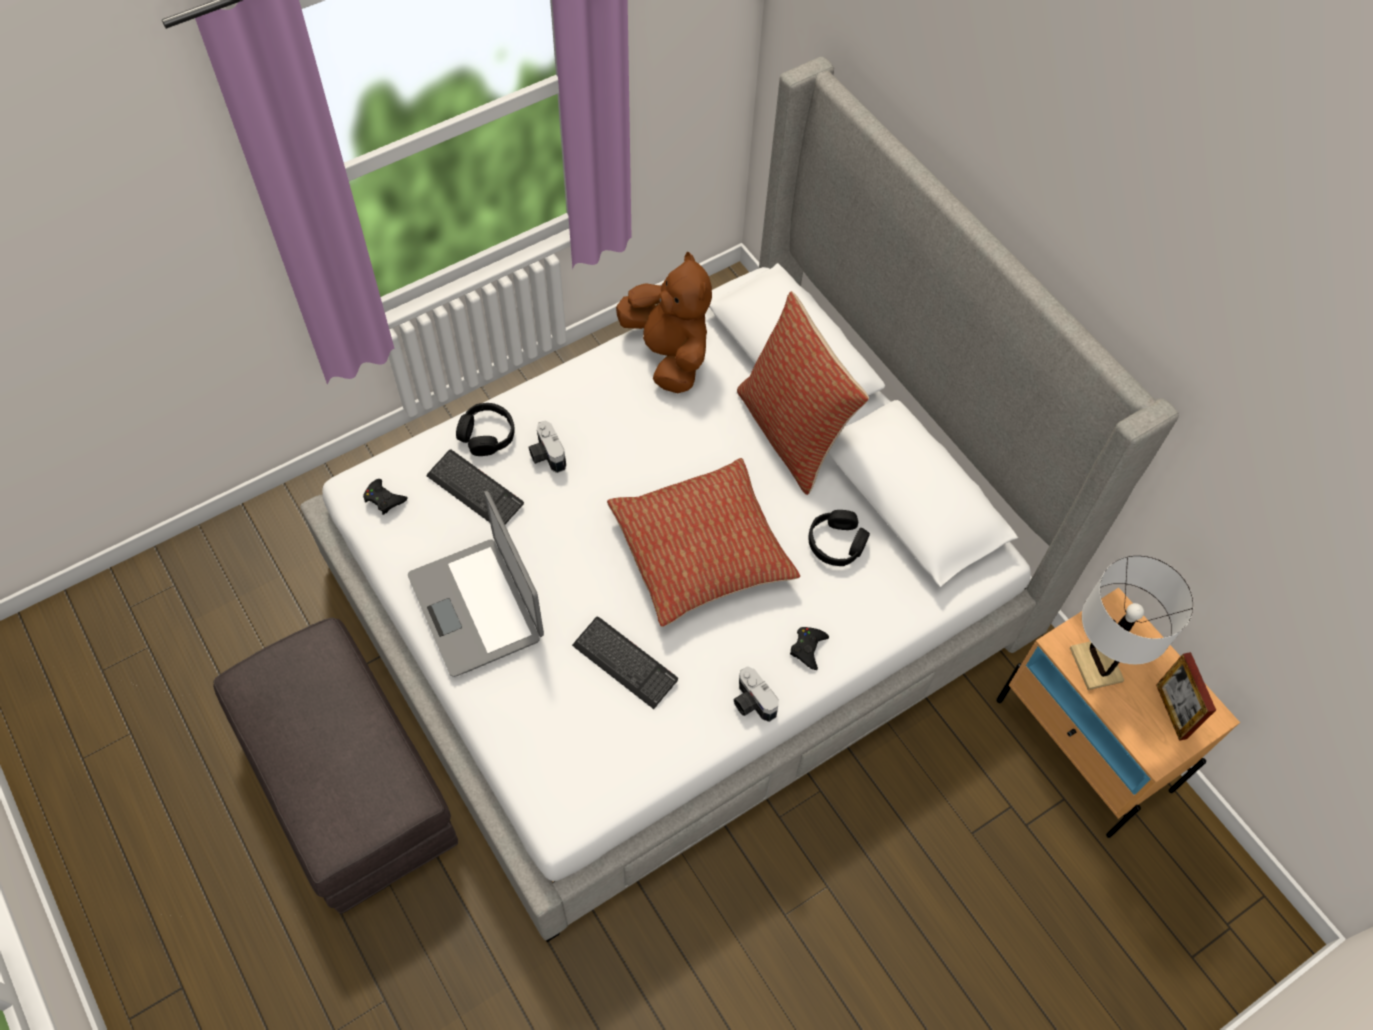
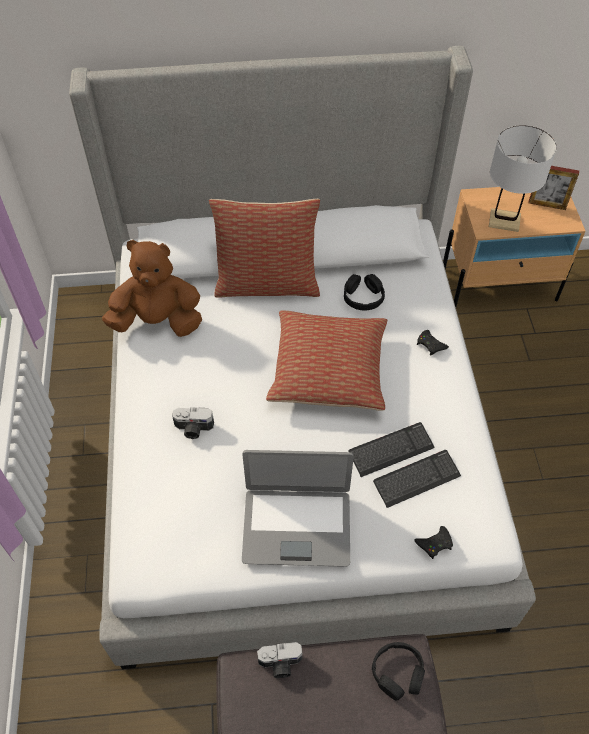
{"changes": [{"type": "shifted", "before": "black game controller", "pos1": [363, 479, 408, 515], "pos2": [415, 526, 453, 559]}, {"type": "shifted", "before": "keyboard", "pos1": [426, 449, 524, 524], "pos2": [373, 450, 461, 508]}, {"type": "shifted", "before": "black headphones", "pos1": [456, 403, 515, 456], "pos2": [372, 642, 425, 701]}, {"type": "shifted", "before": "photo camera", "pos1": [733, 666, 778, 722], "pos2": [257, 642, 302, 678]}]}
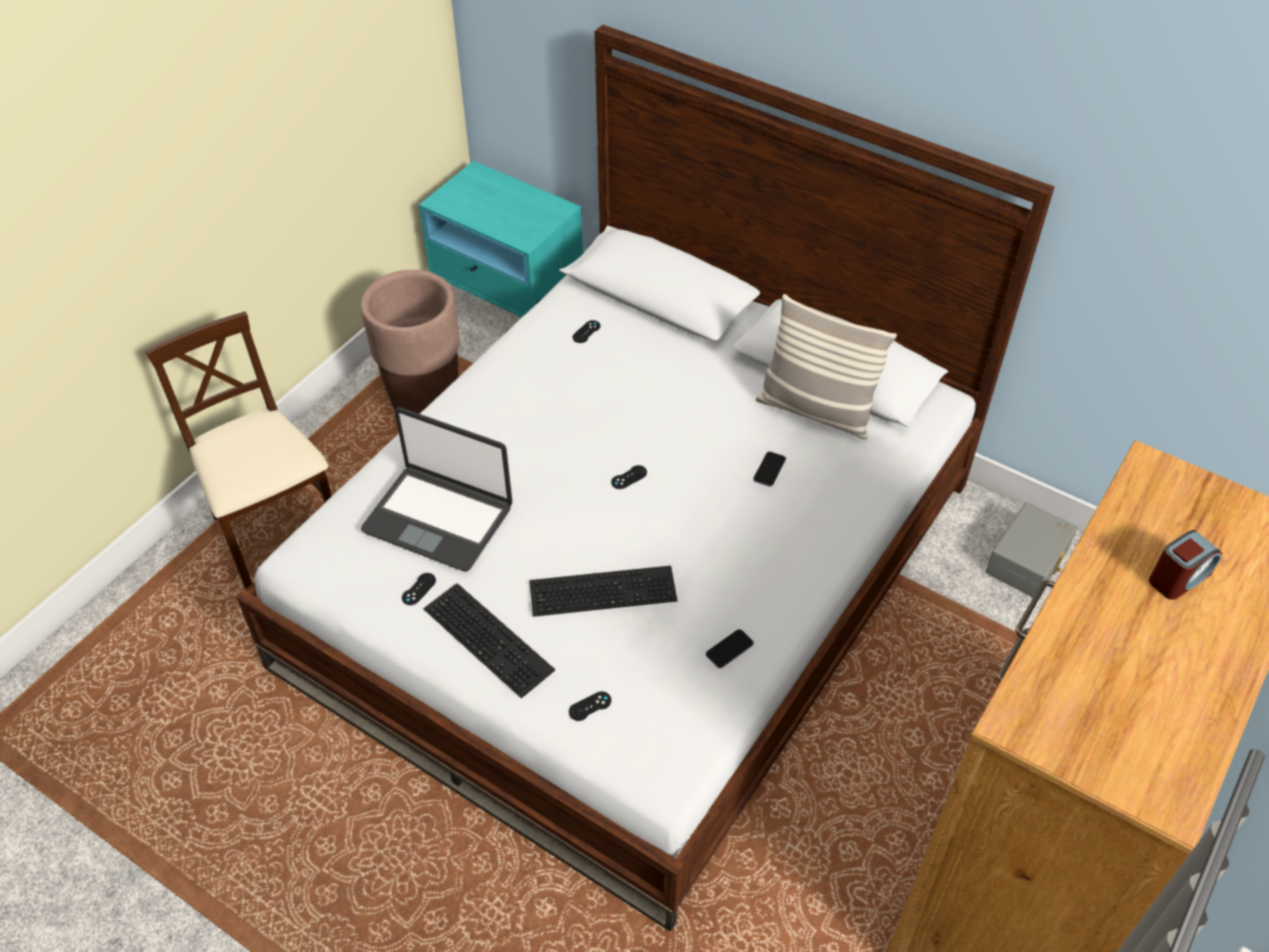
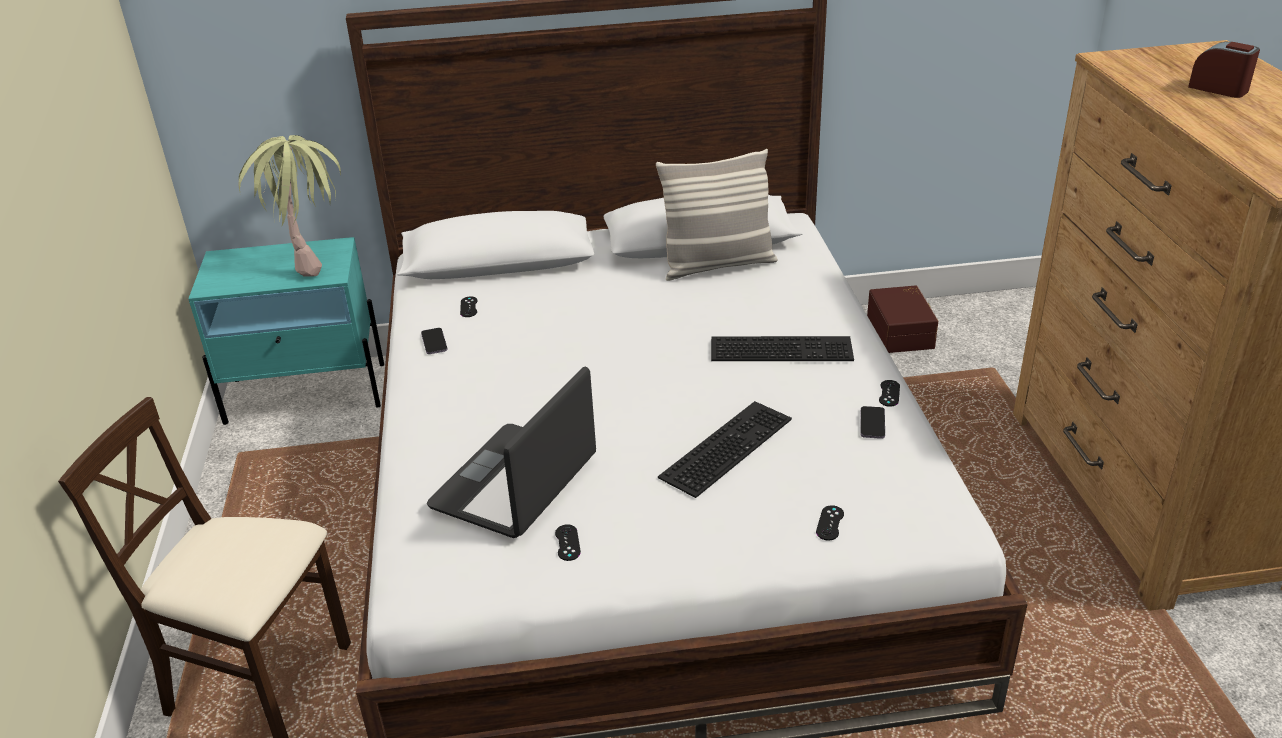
{"changes": [{"type": "gone", "before": "brown planter", "pos1": [361, 270, 460, 414]}, {"type": "rotated", "before": "laptop", "pos1": [361, 408, 512, 571], "pos2": [427, 366, 596, 538], "turn": 135}, {"type": "shifted", "before": "keyboard", "pos1": [424, 583, 555, 698], "pos2": [711, 336, 854, 361]}, {"type": "shifted", "before": "black game controller", "pos1": [611, 465, 647, 489], "pos2": [879, 380, 900, 407]}, {"type": "shifted", "before": "phone", "pos1": [753, 451, 786, 487], "pos2": [421, 328, 448, 354]}, {"type": "repainted", "before": "grey storage box", "after": "brown storage box", "pos1": [986, 502, 1077, 597], "pos2": [867, 286, 938, 353]}, {"type": "rotated", "before": "alarm clock", "pos1": [1149, 530, 1222, 600], "pos2": [1188, 42, 1260, 98], "turn": -60}, {"type": "new", "after": "potted plant", "pos2": [239, 135, 341, 277]}]}
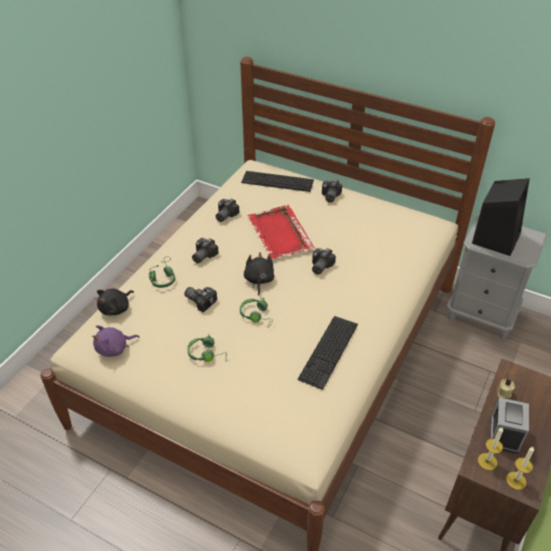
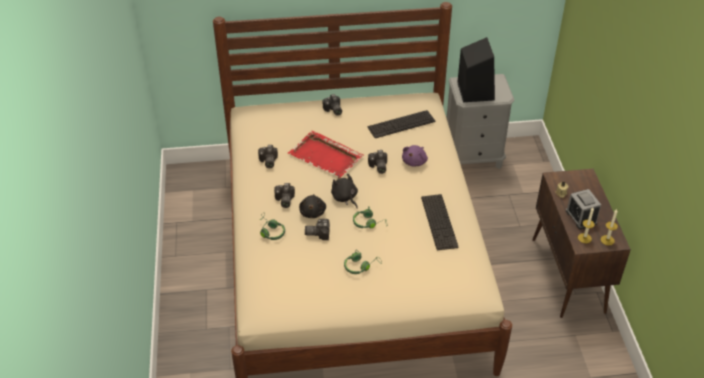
{"changes": [{"type": "shifted", "before": "purple plush toy", "pos1": [92, 325, 139, 357], "pos2": [402, 145, 428, 167]}, {"type": "shifted", "before": "black plush toy", "pos1": [97, 288, 134, 315], "pos2": [299, 194, 326, 218]}, {"type": "shifted", "before": "keyboard", "pos1": [241, 171, 314, 192], "pos2": [367, 110, 435, 138]}]}
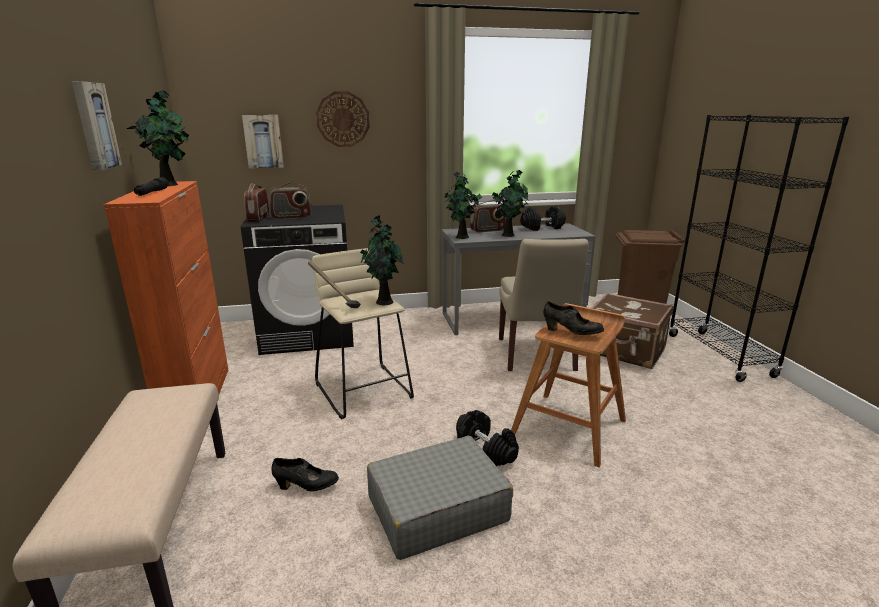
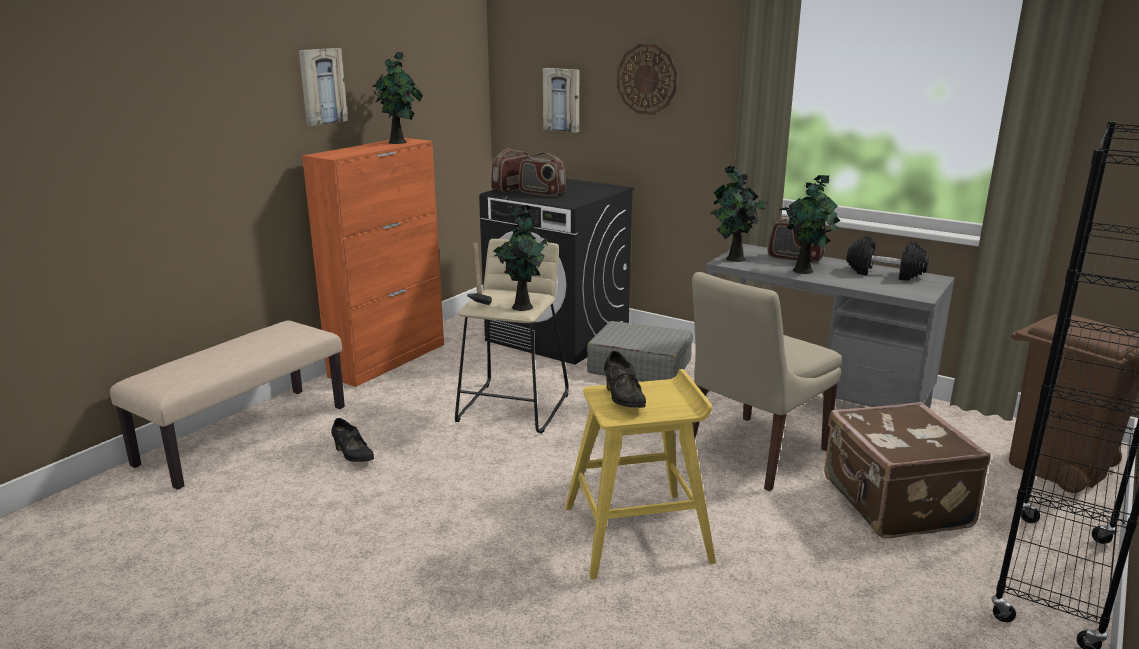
{"changes": [{"type": "gone", "before": "black flashlight", "pos1": [134, 177, 168, 196]}, {"type": "shifted", "before": "grey suitcase", "pos1": [367, 436, 513, 560], "pos2": [587, 321, 693, 382]}, {"type": "gone", "before": "black dumbbell", "pos1": [456, 410, 519, 466]}, {"type": "repainted", "before": "brown stool", "after": "yellow stool", "pos1": [511, 303, 626, 467], "pos2": [565, 369, 716, 580]}]}
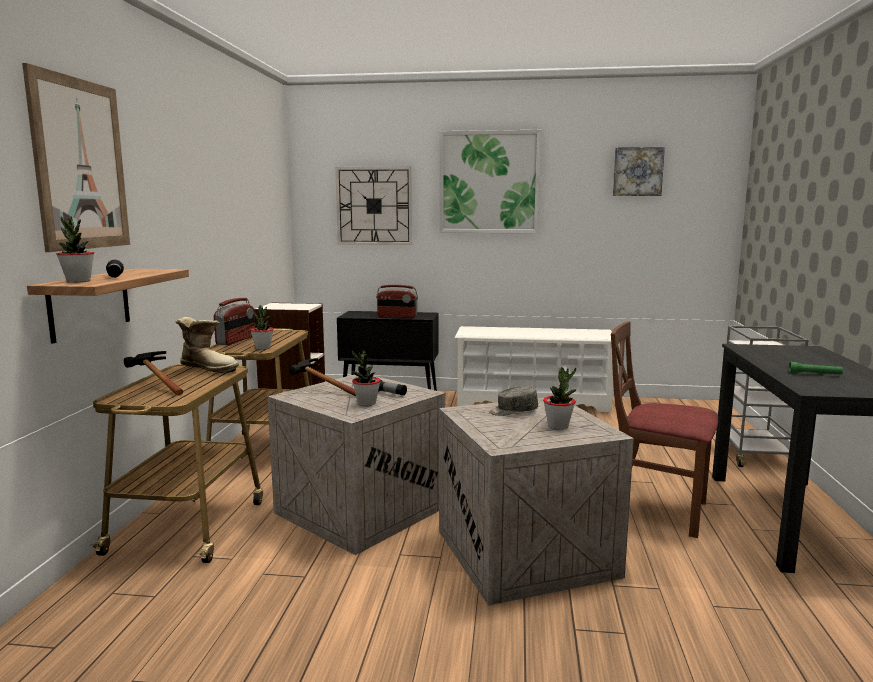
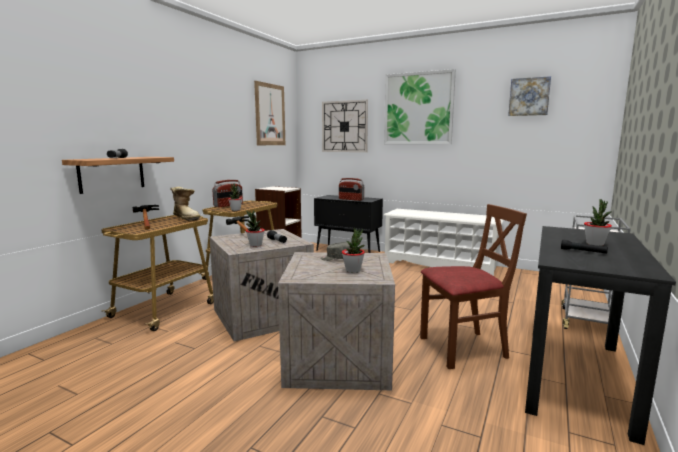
{"changes": [{"type": "shifted", "before": "picture", "pos1": [22, 63, 130, 252], "pos2": [254, 81, 285, 145]}, {"type": "shifted", "before": "potted plant", "pos1": [57, 216, 94, 283], "pos2": [584, 199, 612, 246]}, {"type": "rotated", "before": "brown chair", "pos1": [611, 321, 718, 538], "pos2": [420, 204, 527, 369], "turn": 120}, {"type": "repainted", "before": "green flashlight", "after": "black flashlight", "pos1": [789, 362, 843, 375], "pos2": [561, 240, 608, 254]}]}
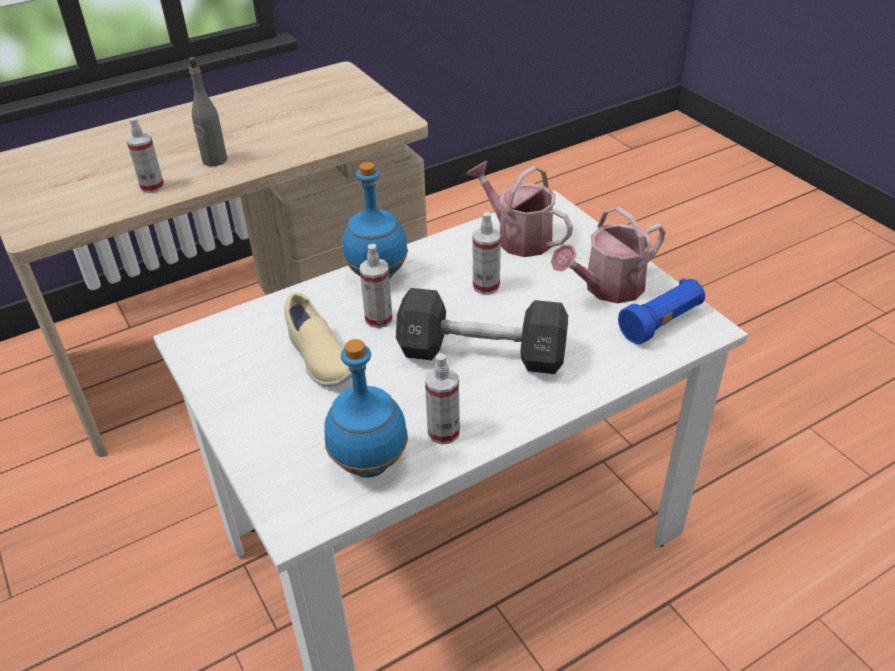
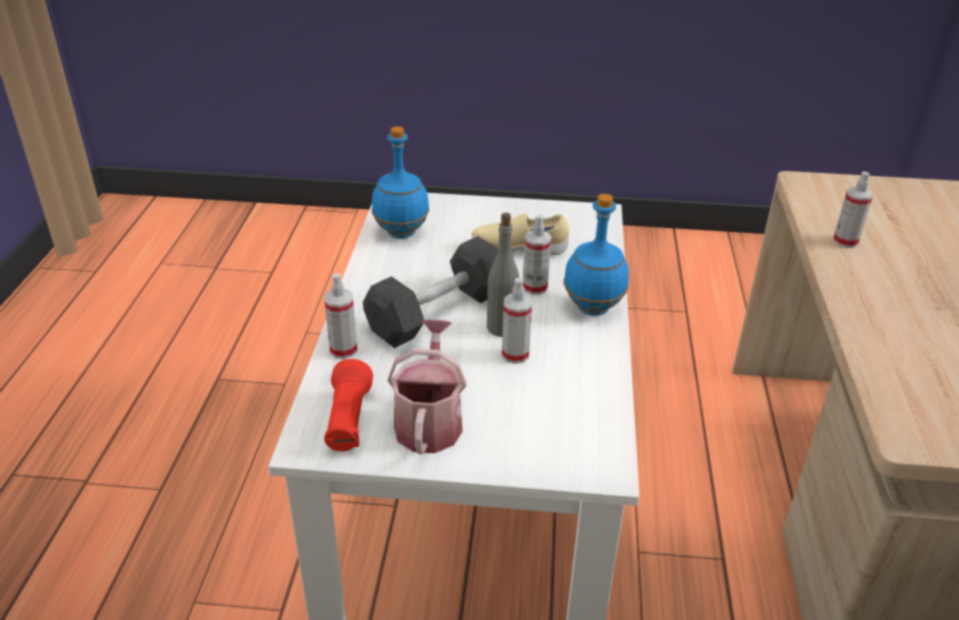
{"changes": [{"type": "shifted", "before": "grey bottle", "pos1": [188, 57, 227, 166], "pos2": [487, 213, 519, 337]}, {"type": "shifted", "before": "spray bottle", "pos1": [425, 353, 460, 445], "pos2": [324, 273, 357, 359]}, {"type": "gone", "before": "watering can", "pos1": [466, 161, 573, 257]}, {"type": "repainted", "before": "blue flashlight", "after": "red flashlight", "pos1": [618, 278, 705, 344], "pos2": [324, 359, 373, 452]}]}
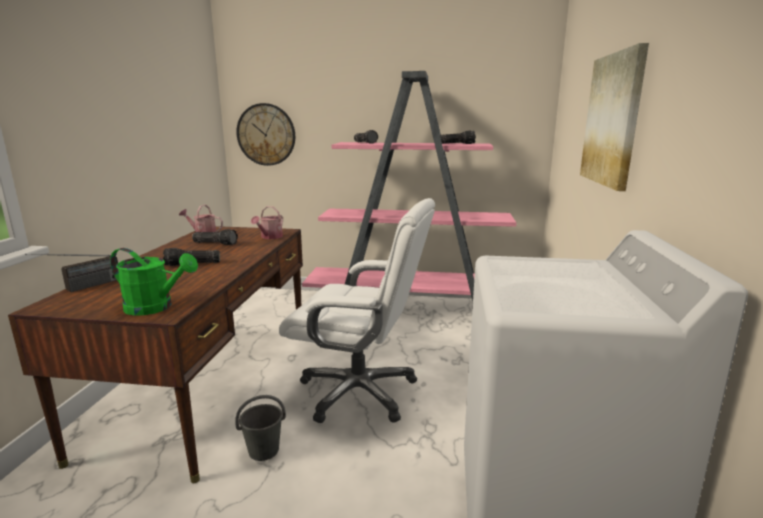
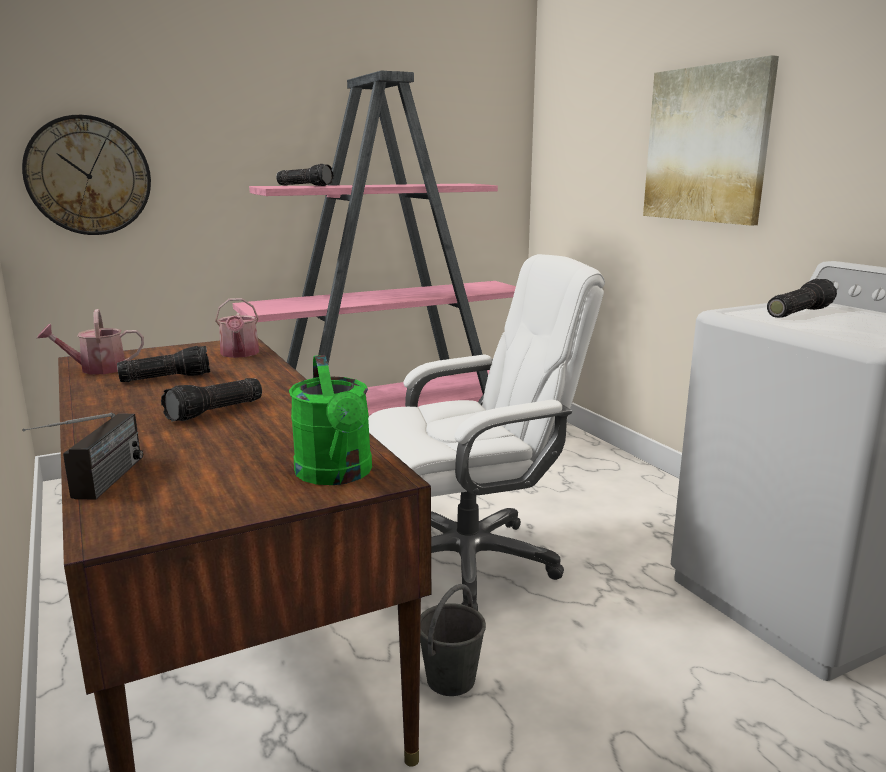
{"changes": [{"type": "rotated", "before": "green watering can", "pos1": [110, 248, 198, 316], "pos2": [289, 355, 372, 485], "turn": 90}, {"type": "shifted", "before": "flashlight", "pos1": [440, 130, 476, 144], "pos2": [767, 279, 837, 318]}]}
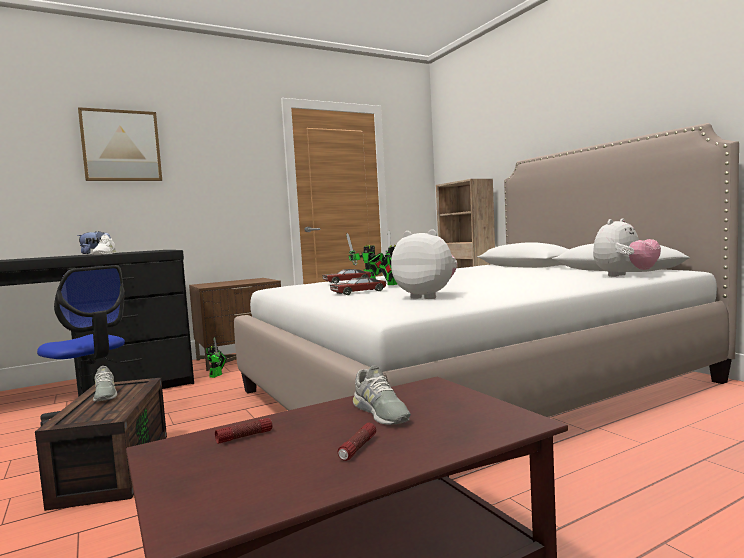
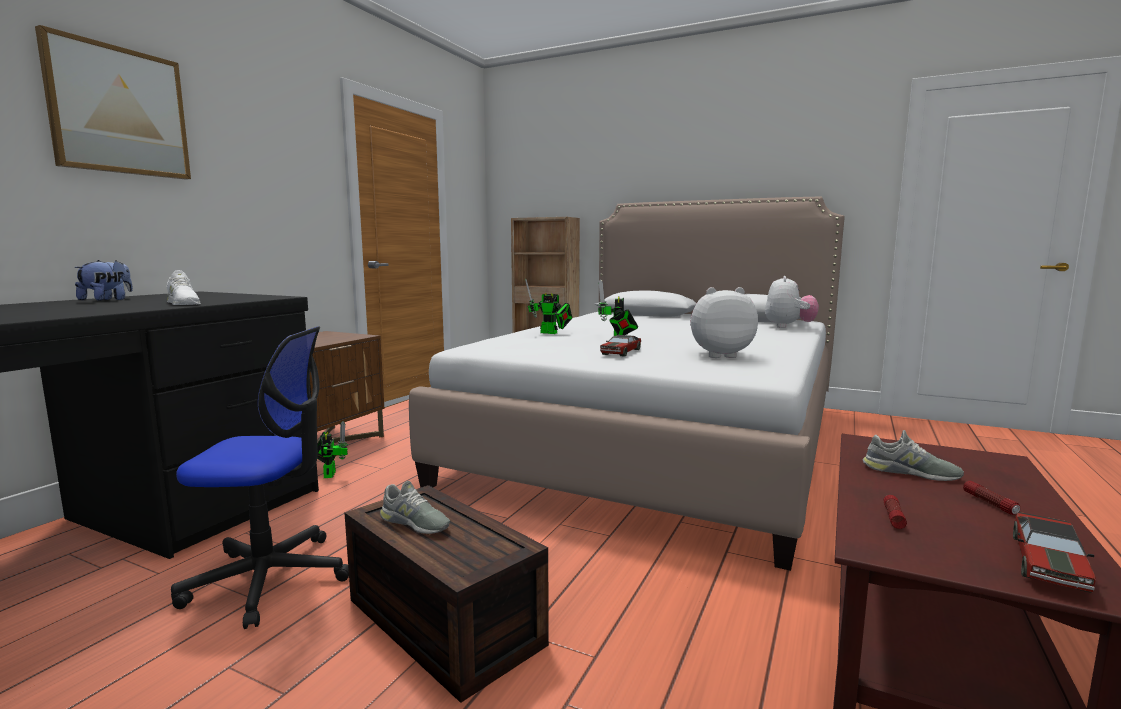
{"changes": [{"type": "shifted", "before": "toy car", "pos1": [323, 269, 372, 284], "pos2": [1013, 512, 1096, 593]}]}
